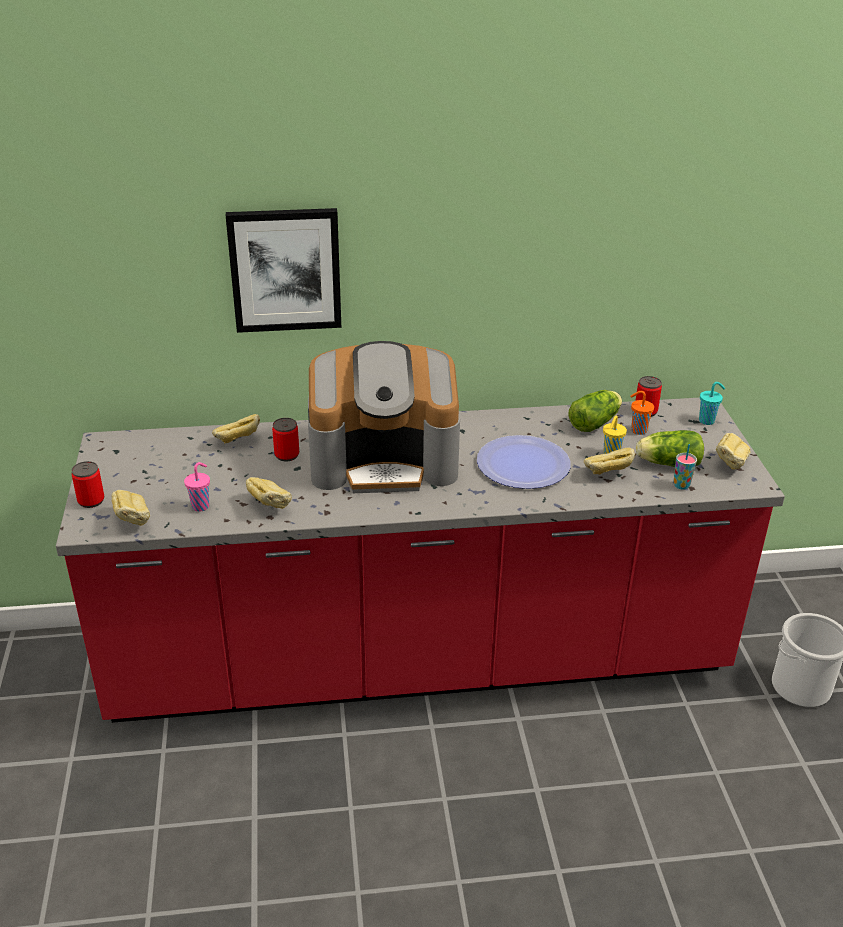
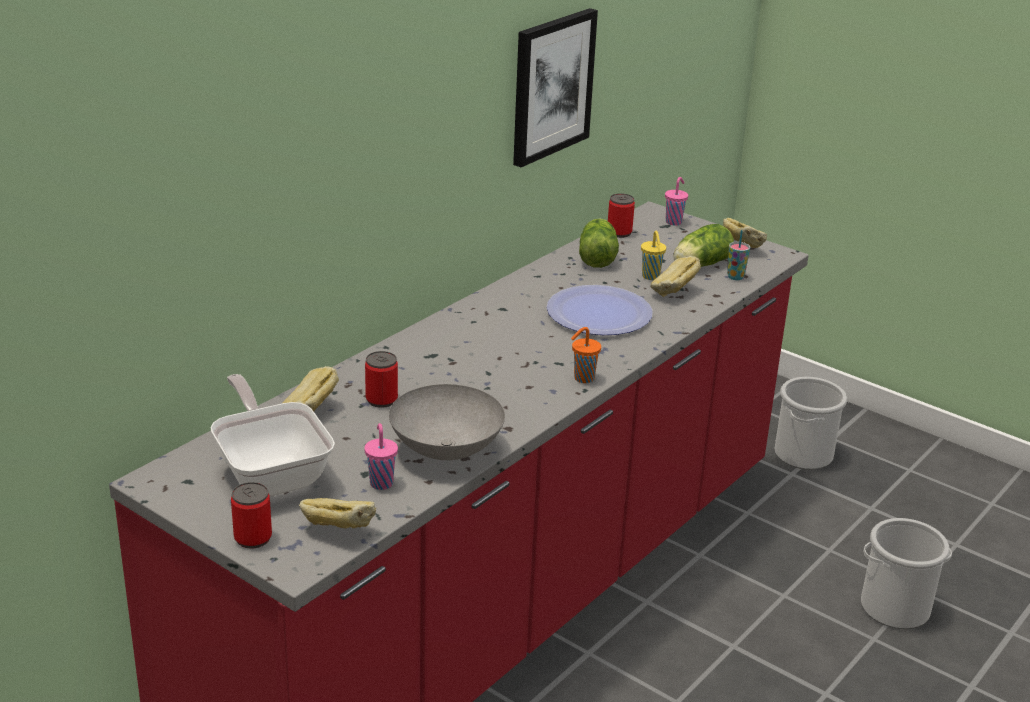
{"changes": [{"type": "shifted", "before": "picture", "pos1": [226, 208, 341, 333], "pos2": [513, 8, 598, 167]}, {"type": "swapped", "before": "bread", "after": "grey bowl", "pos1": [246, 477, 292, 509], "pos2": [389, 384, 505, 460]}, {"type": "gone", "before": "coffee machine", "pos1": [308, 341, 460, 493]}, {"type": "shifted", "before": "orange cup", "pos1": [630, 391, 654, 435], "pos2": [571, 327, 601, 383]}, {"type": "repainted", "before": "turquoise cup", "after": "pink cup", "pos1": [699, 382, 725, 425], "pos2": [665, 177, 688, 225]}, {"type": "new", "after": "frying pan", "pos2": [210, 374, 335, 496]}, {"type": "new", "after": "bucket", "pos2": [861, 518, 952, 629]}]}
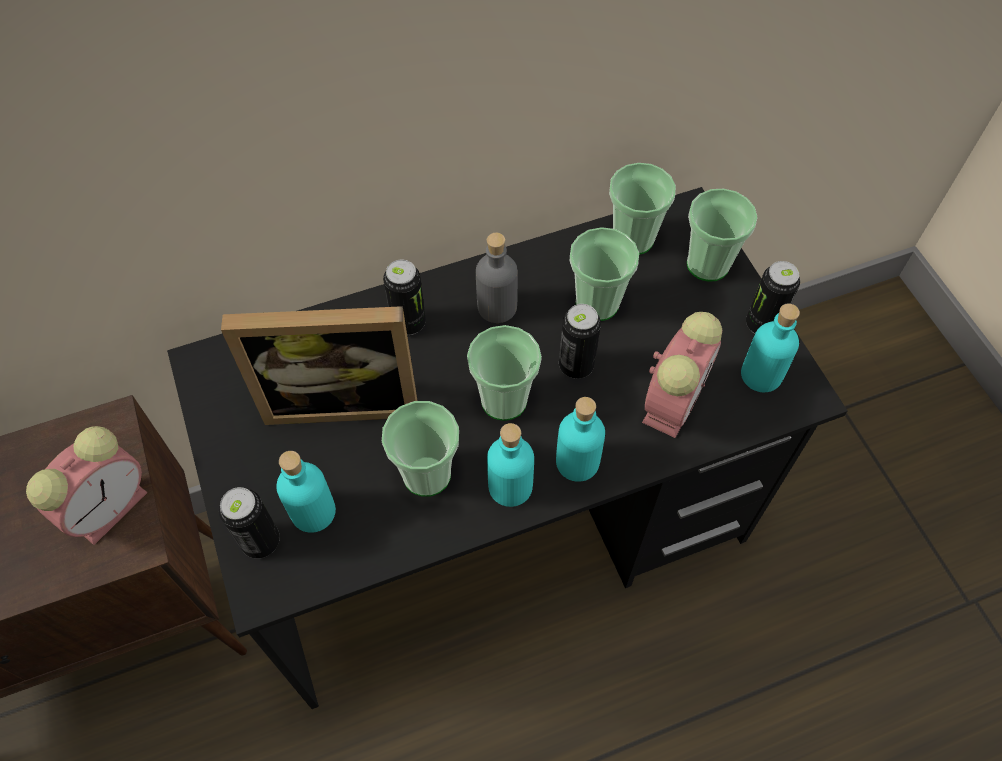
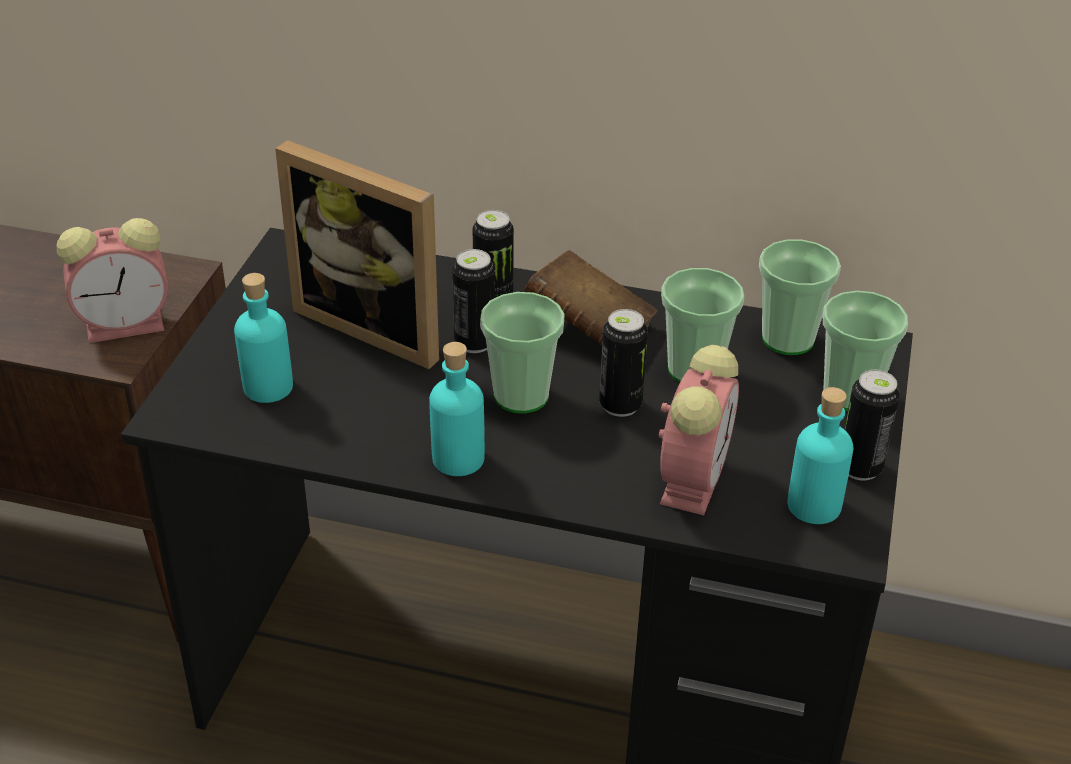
{"changes": [{"type": "shifted", "before": "can", "pos1": [219, 487, 280, 558], "pos2": [452, 249, 495, 353]}, {"type": "gone", "before": "cup", "pos1": [382, 401, 459, 497]}, {"type": "swapped", "before": "grey bottle", "after": "brown book", "pos1": [476, 233, 518, 323], "pos2": [524, 250, 658, 346]}, {"type": "gone", "before": "turquoise bottle", "pos1": [556, 397, 605, 482]}, {"type": "rotated", "before": "alarm clock", "pos1": [642, 312, 722, 438], "pos2": [658, 345, 739, 515], "turn": -45}]}
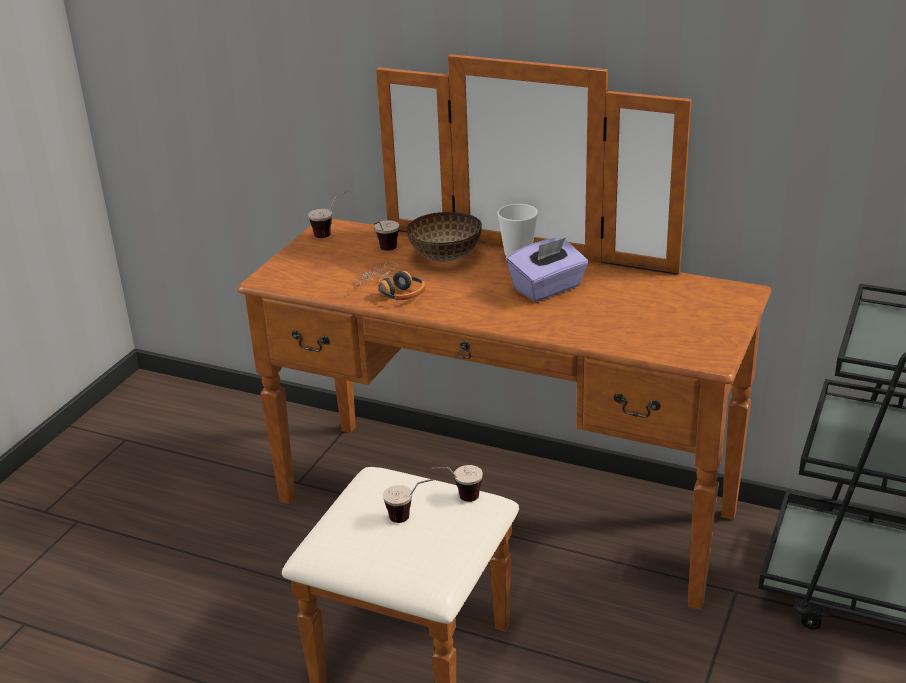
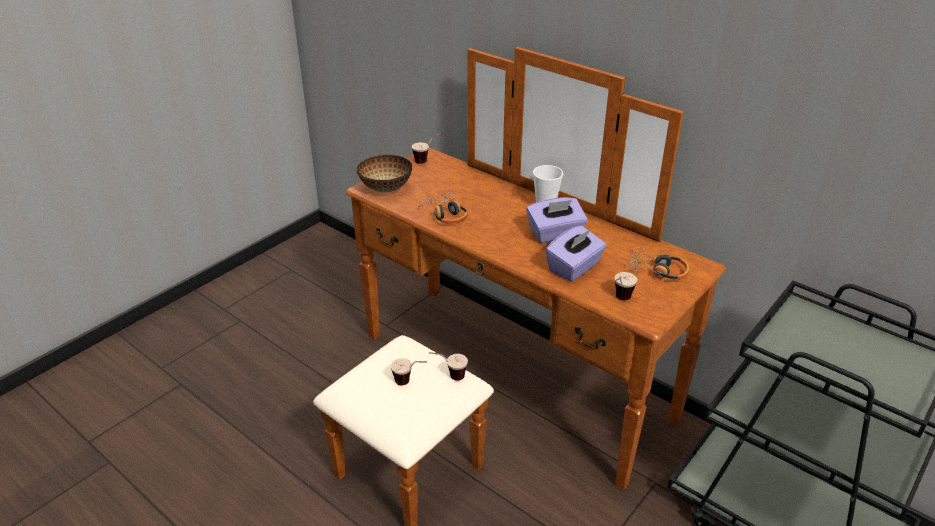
{"changes": [{"type": "shifted", "before": "cup", "pos1": [373, 220, 399, 251], "pos2": [614, 272, 638, 300]}, {"type": "shifted", "before": "bowl", "pos1": [407, 212, 482, 262], "pos2": [356, 155, 412, 192]}, {"type": "new", "after": "purple tissue box", "pos2": [545, 225, 607, 282]}, {"type": "new", "after": "headphones", "pos2": [628, 247, 689, 280]}]}
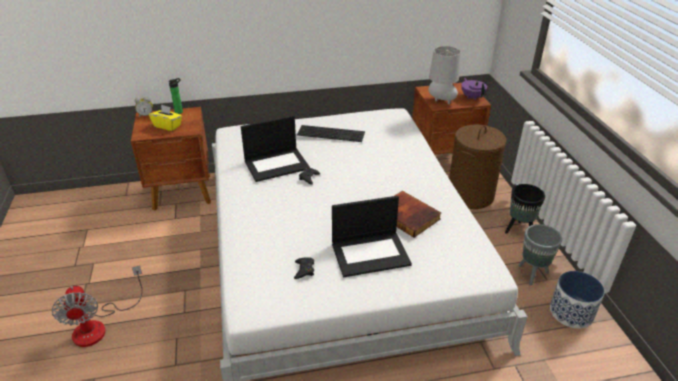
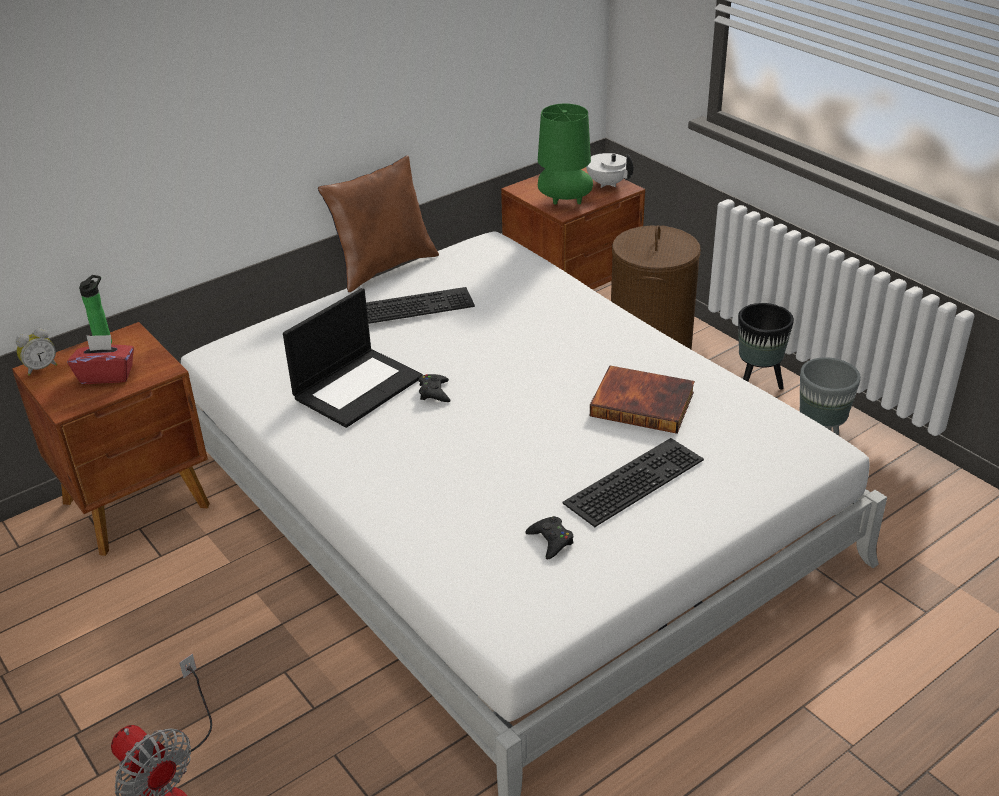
{"changes": [{"type": "repainted", "before": "yellow tissue box", "after": "red tissue box", "pos1": [149, 105, 182, 131], "pos2": [67, 335, 134, 384]}, {"type": "swapped", "before": "laptop", "after": "keyboard", "pos1": [332, 196, 412, 277], "pos2": [562, 438, 704, 527]}, {"type": "repainted", "before": "grey table lamp", "after": "green table lamp", "pos1": [428, 46, 461, 104], "pos2": [538, 104, 593, 205]}, {"type": "repainted", "before": "purple teapot", "after": "white teapot", "pos1": [461, 78, 487, 100], "pos2": [586, 153, 633, 188]}, {"type": "gone", "before": "planter", "pos1": [550, 271, 605, 329]}, {"type": "new", "after": "brown pillow", "pos2": [318, 155, 439, 292]}]}
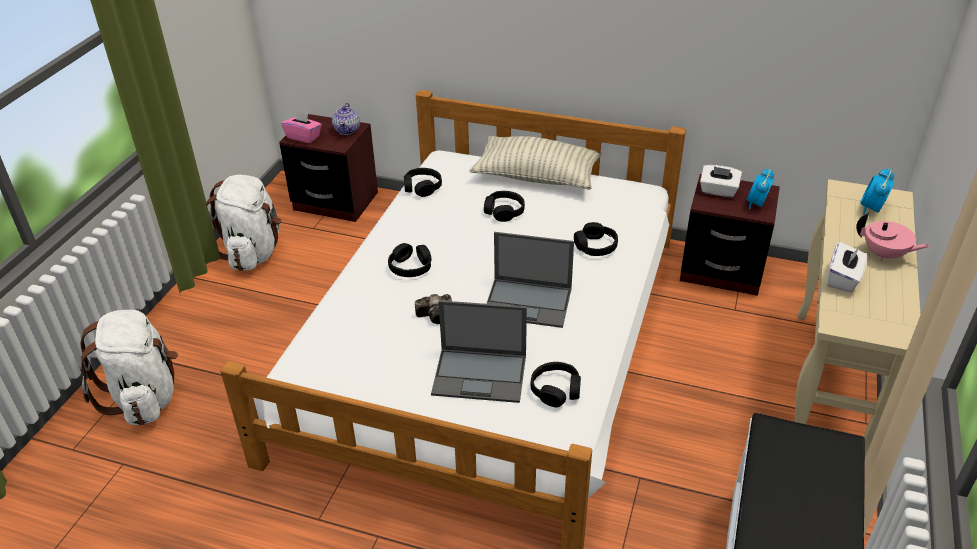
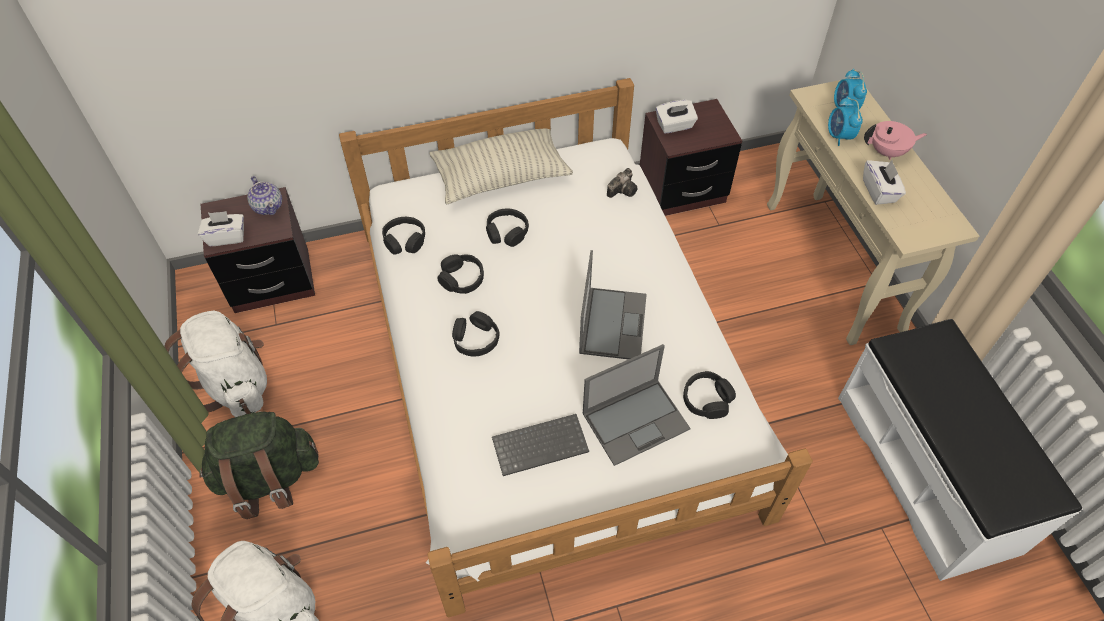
{"changes": [{"type": "repainted", "before": "pink tissue box", "after": "white tissue box", "pos1": [281, 110, 322, 143], "pos2": [198, 211, 244, 246]}, {"type": "shifted", "before": "photo camera", "pos1": [415, 294, 452, 324], "pos2": [607, 168, 637, 198]}, {"type": "rotated", "before": "laptop", "pos1": [486, 232, 574, 328], "pos2": [579, 250, 647, 359], "turn": -60}, {"type": "shifted", "before": "black headphones", "pos1": [574, 222, 618, 256], "pos2": [438, 254, 484, 294]}, {"type": "shifted", "before": "alarm clock", "pos1": [746, 169, 774, 209], "pos2": [828, 96, 863, 146]}, {"type": "new", "after": "green backpack", "pos2": [199, 411, 319, 519]}, {"type": "new", "after": "keyboard", "pos2": [492, 414, 589, 476]}]}
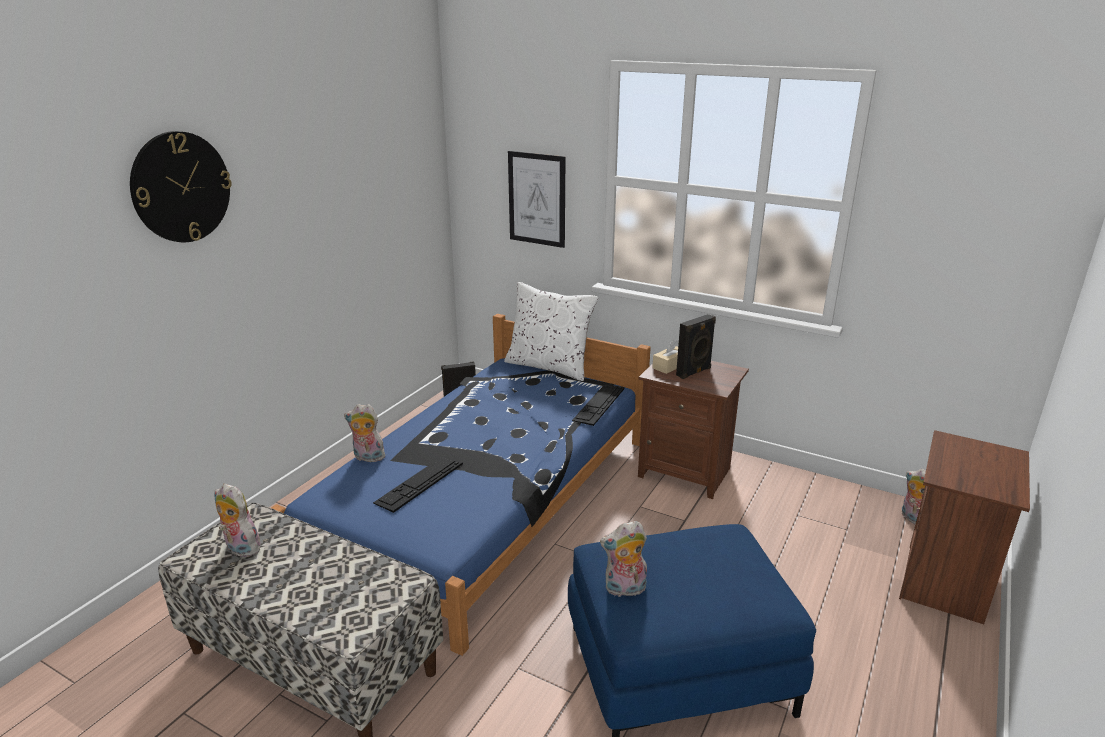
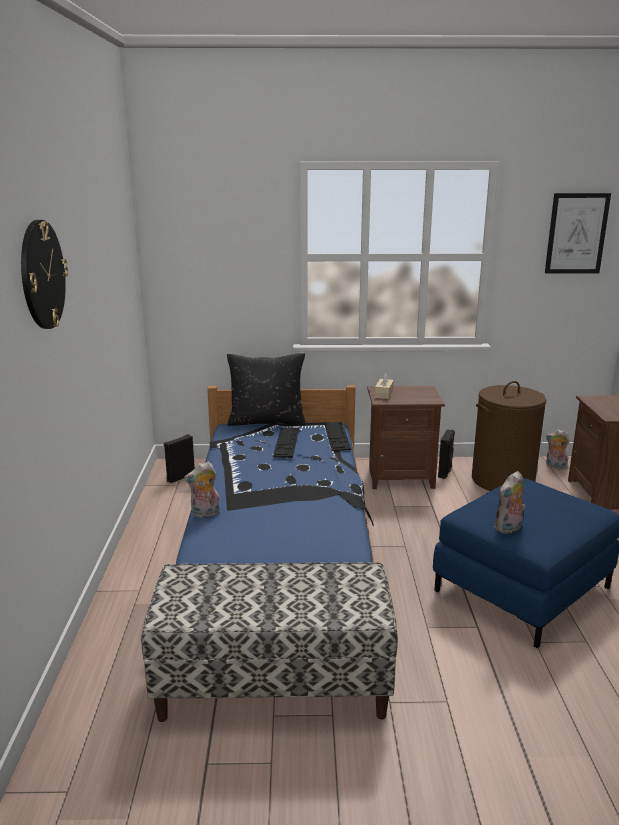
{"changes": [{"type": "gone", "before": "plush toy", "pos1": [214, 483, 261, 557]}, {"type": "shifted", "before": "keyboard", "pos1": [373, 456, 463, 513], "pos2": [273, 428, 299, 458]}, {"type": "repainted", "before": "white pillow", "after": "black pillow", "pos1": [504, 282, 598, 381], "pos2": [227, 353, 306, 426]}, {"type": "shifted", "before": "picture", "pos1": [508, 151, 565, 248], "pos2": [545, 193, 611, 274]}, {"type": "shifted", "before": "black speaker", "pos1": [676, 314, 716, 379], "pos2": [438, 429, 455, 479]}, {"type": "new", "after": "brown laundry basket", "pos2": [472, 381, 546, 491]}]}
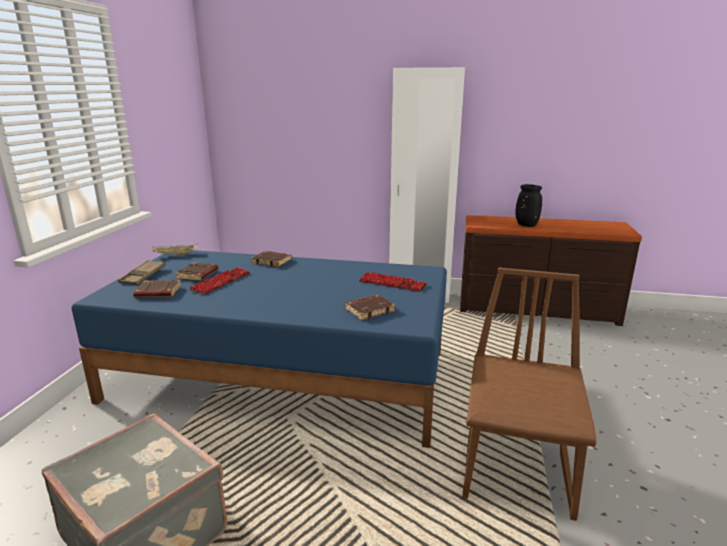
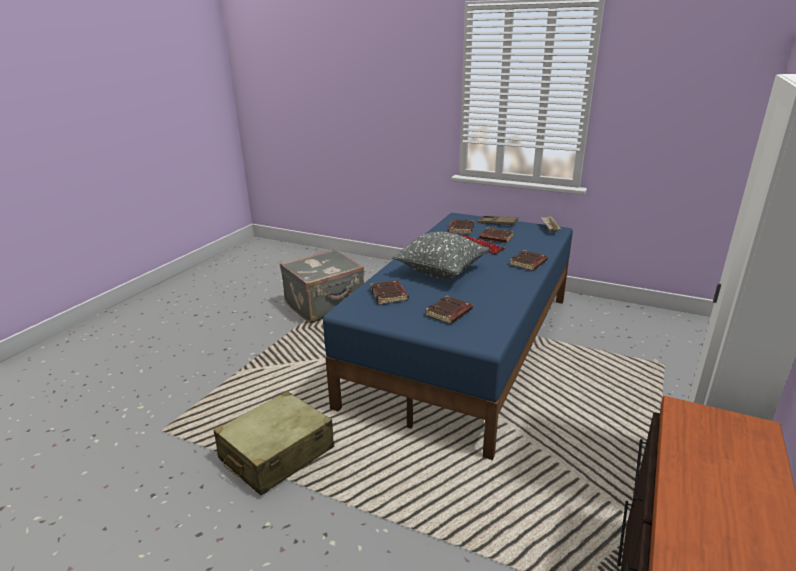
{"changes": [{"type": "swapped", "before": "keyboard", "after": "brown book", "pos1": [359, 272, 427, 292], "pos2": [425, 296, 473, 324]}, {"type": "swapped", "before": "brown chair", "after": "beige suitcase", "pos1": [462, 268, 597, 521], "pos2": [213, 391, 334, 496]}, {"type": "gone", "before": "black vase", "pos1": [515, 184, 542, 227]}, {"type": "new", "after": "grey pillow", "pos2": [392, 232, 489, 279]}]}
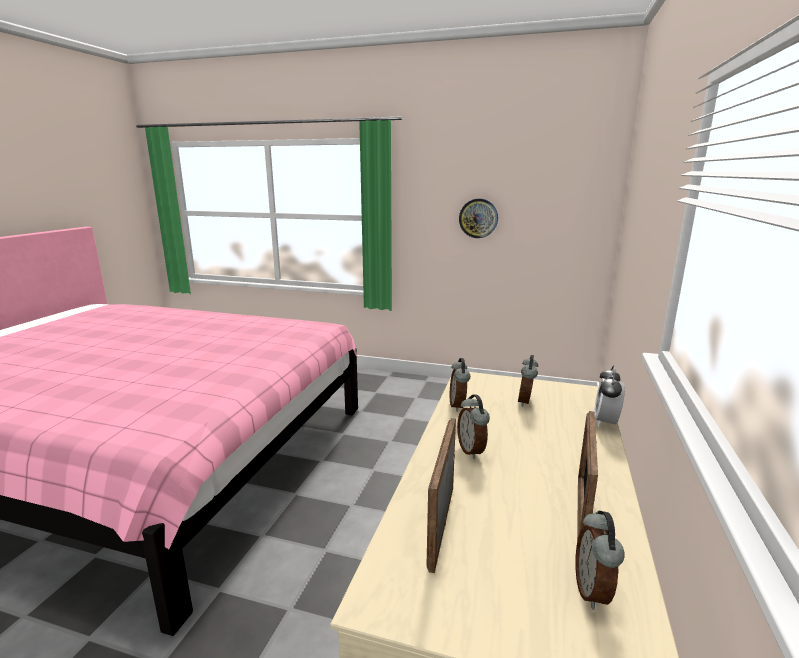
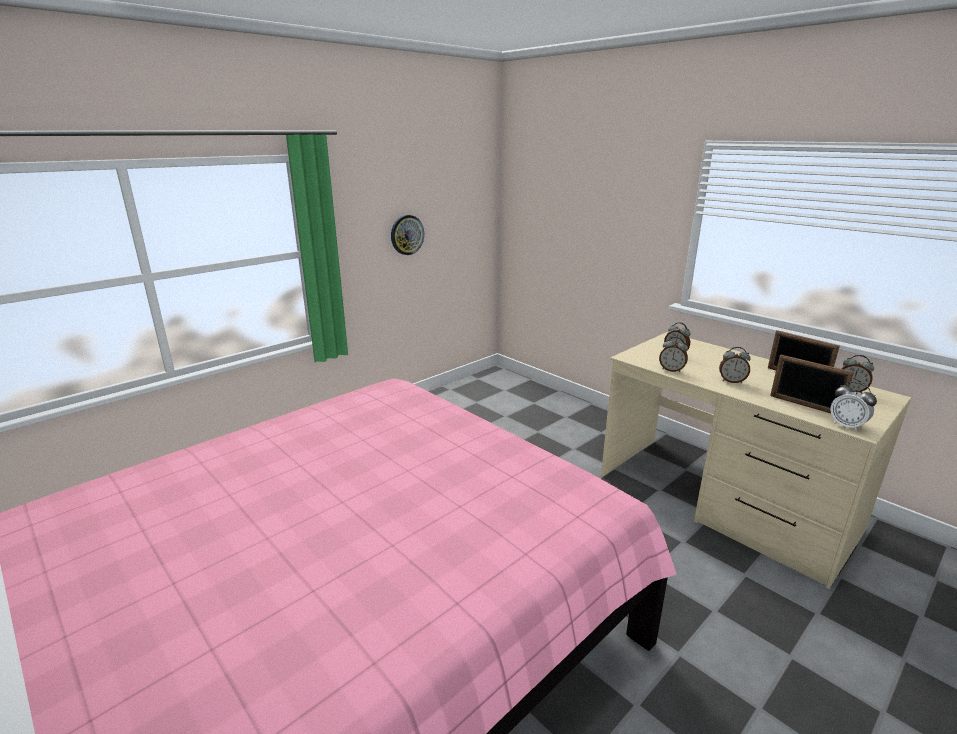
{"changes": [{"type": "shifted", "before": "alarm clock", "pos1": [594, 365, 625, 427], "pos2": [830, 382, 877, 432]}]}
